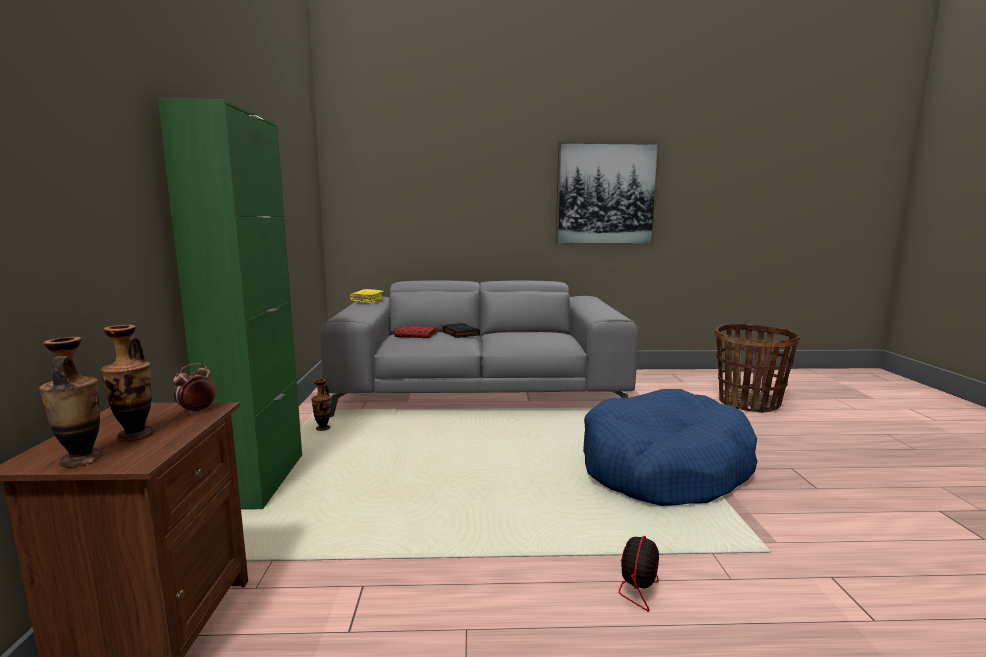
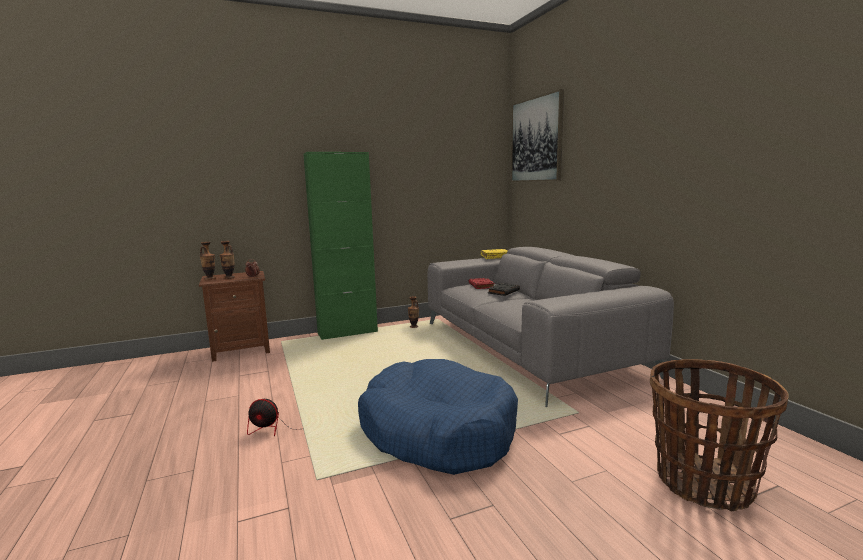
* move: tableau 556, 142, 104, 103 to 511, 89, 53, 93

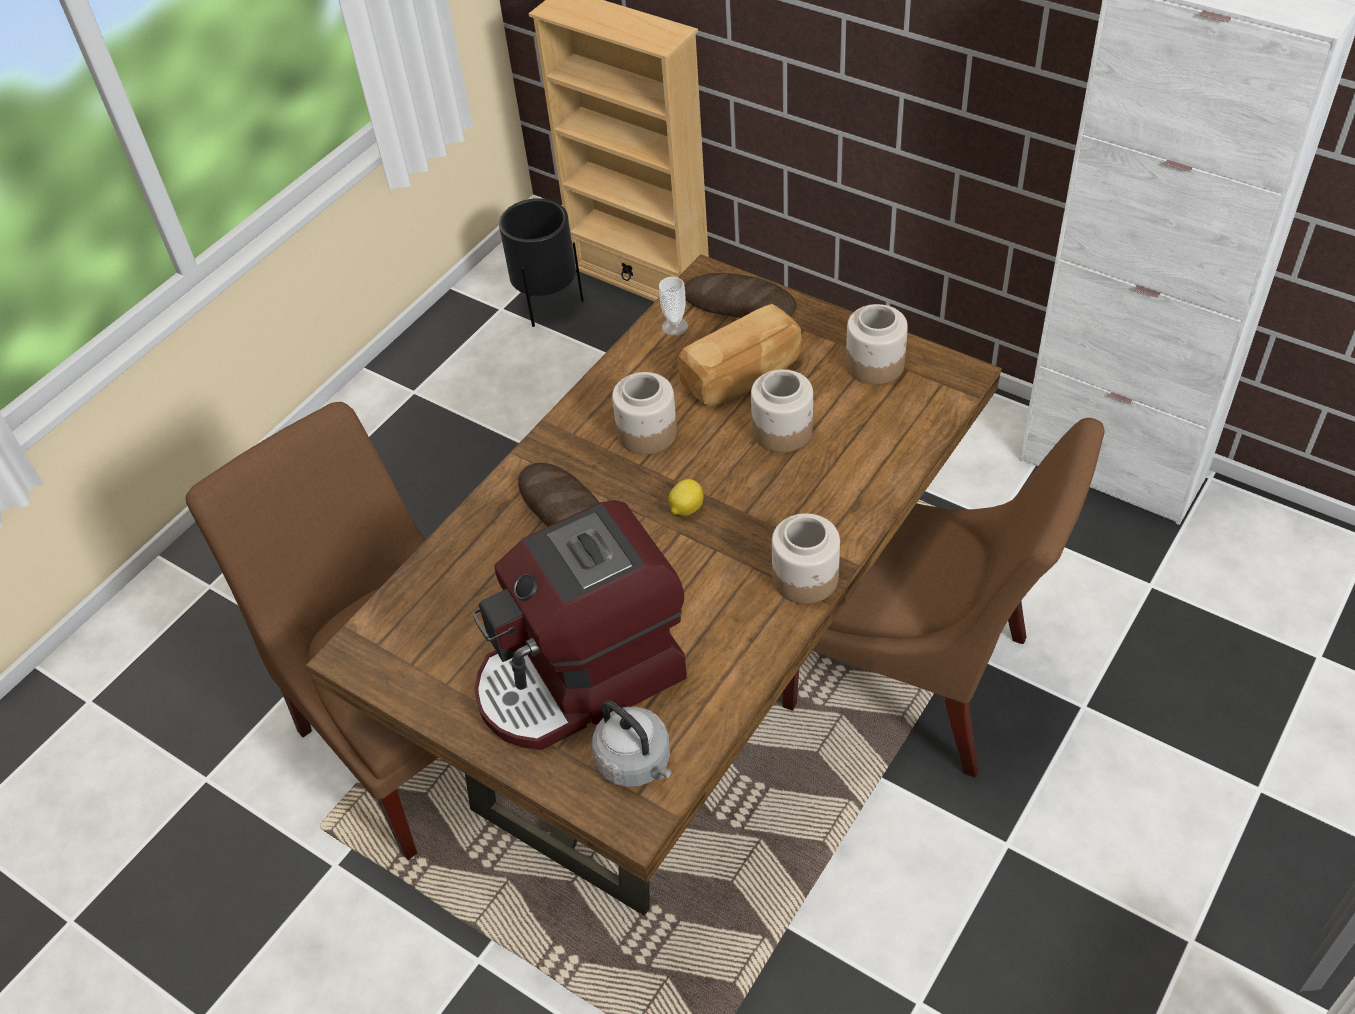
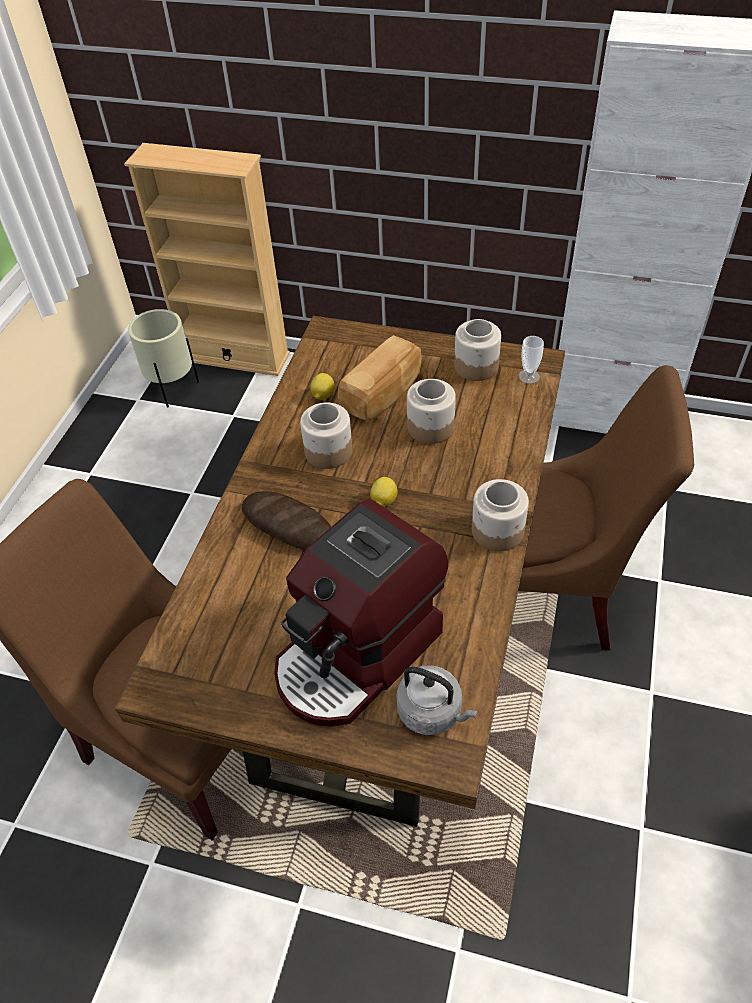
* recolor: cache-pot (noir) 499, 198, 85, 129 to cache-pot (beige) 128, 309, 71, 99
* delete: pain 685, 273, 112, 45
* move: tasse 659, 277, 29, 59 to 519, 336, 25, 48
* insert: citron 310, 373, 25, 27

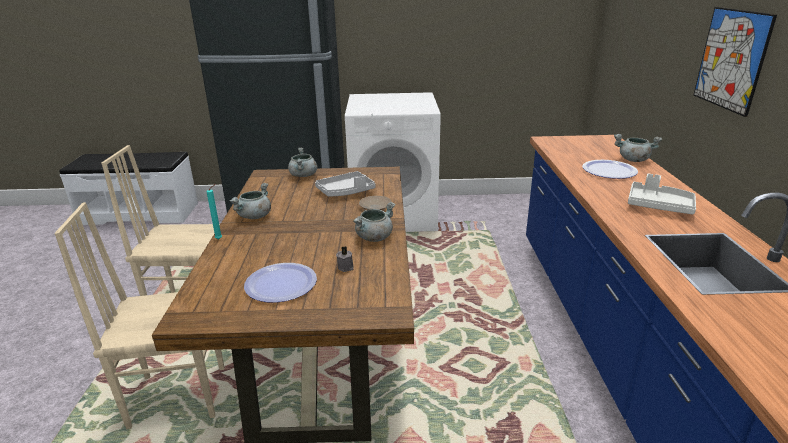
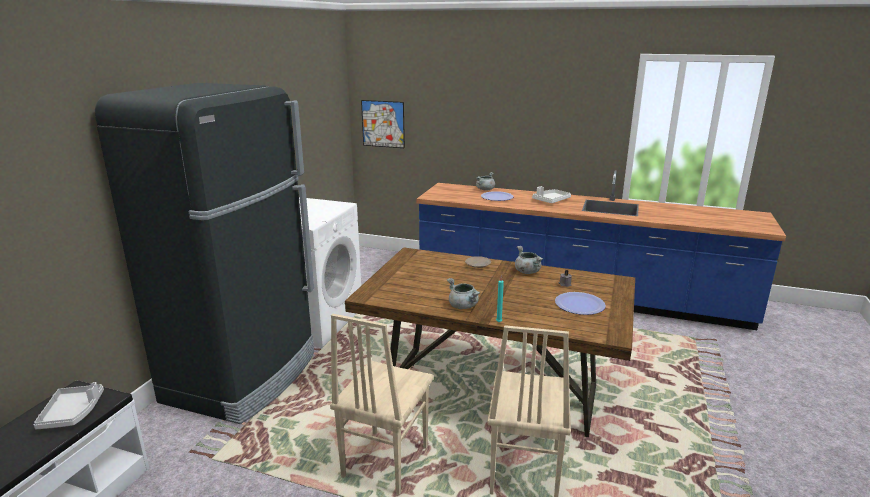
* move: tableau 694, 7, 83, 110 to 361, 100, 44, 48
* delete: marmite (gris) 288, 147, 29, 30
* move: plateau (gris) 315, 171, 60, 25 to 34, 382, 70, 47

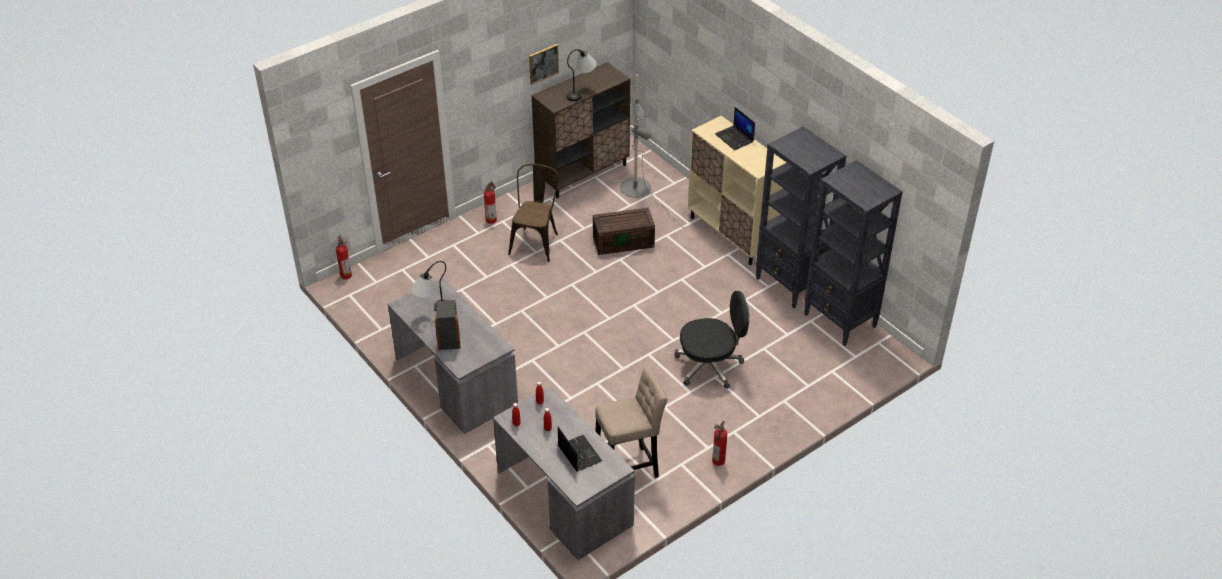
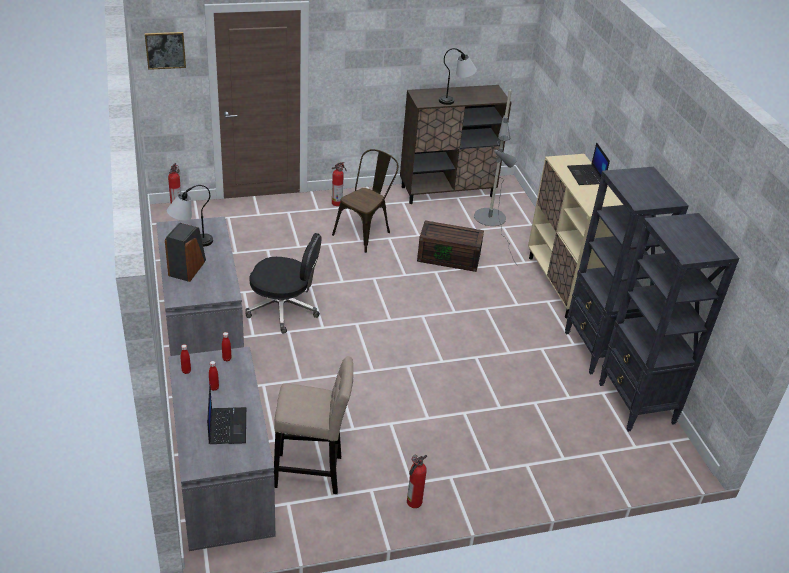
* move: tableau 529, 44, 30, 41 to 145, 32, 41, 38
* move: chaise de bureau (noir) 675, 291, 74, 98 to 245, 233, 77, 101

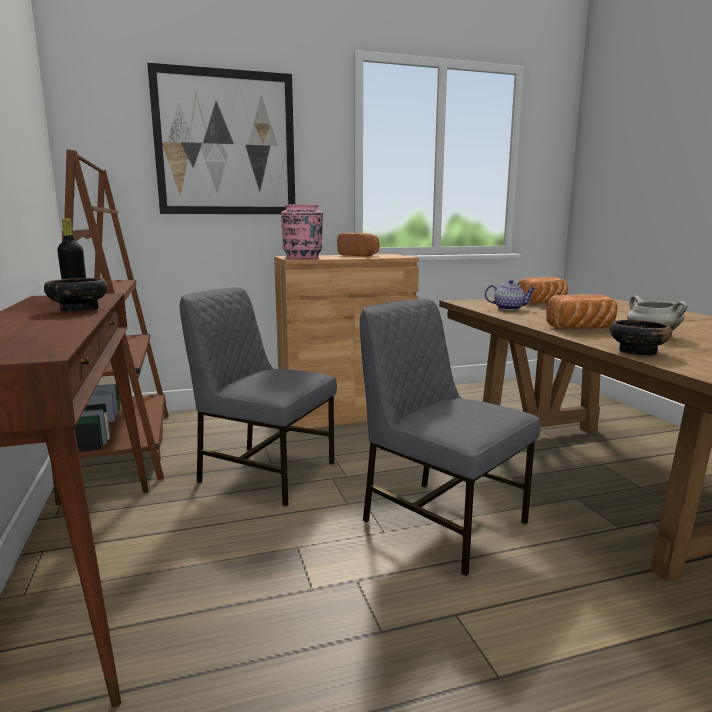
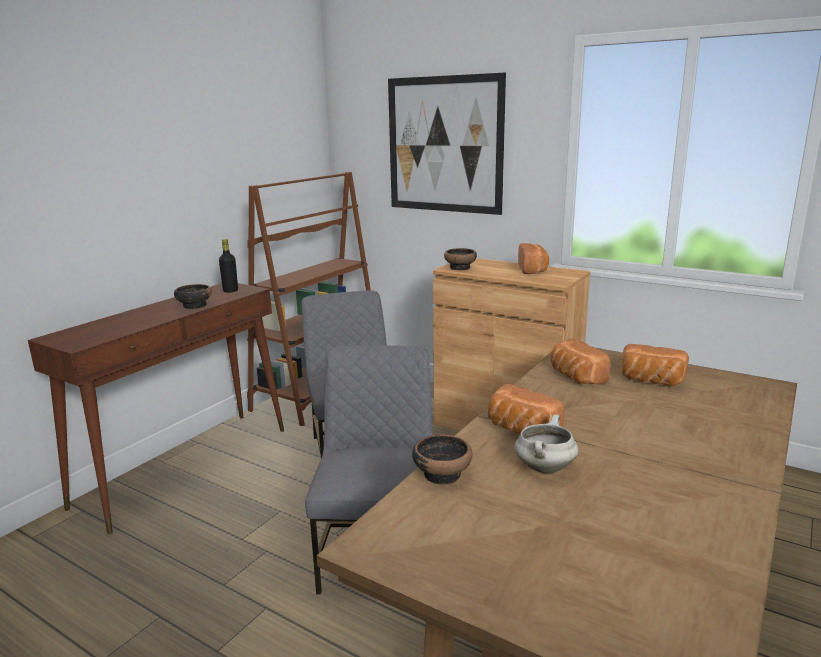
* replace: vase (rose) 281, 204, 42, 55 to bol 444, 248, 33, 22
* replace: théière 485, 280, 51, 30 to pain 550, 339, 61, 45

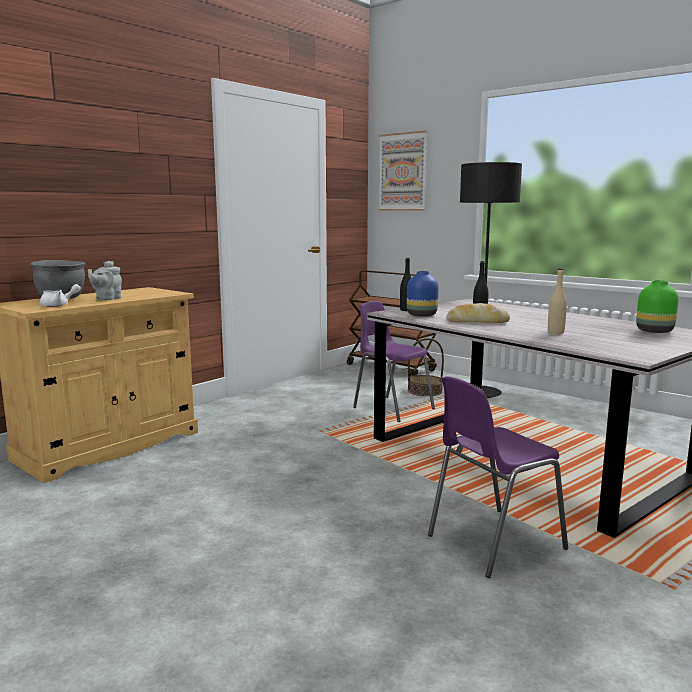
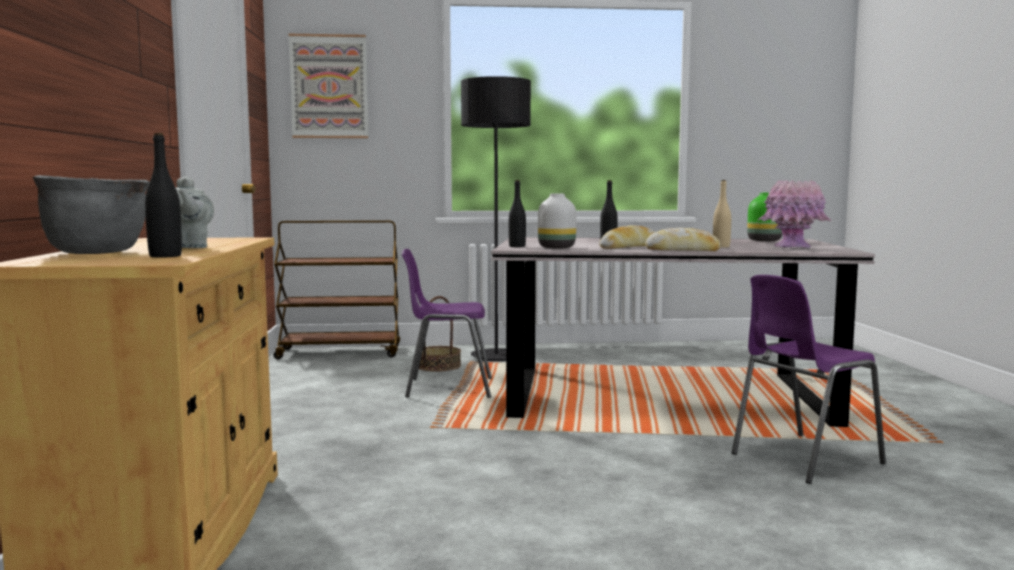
* recolor: vase (bleu) 407, 271, 31, 46 to vase (blanc) 538, 194, 38, 54
* replace: théière (blanc) 40, 284, 41, 23 to bouteille (noir) 145, 133, 37, 125
* rotate: chaise (violet) 428, 376, 140, 202 = 732, 275, 154, 209 45 degrees clockwise
* insert: vase (rose) 758, 180, 73, 68
* insert: pain 645, 228, 76, 23

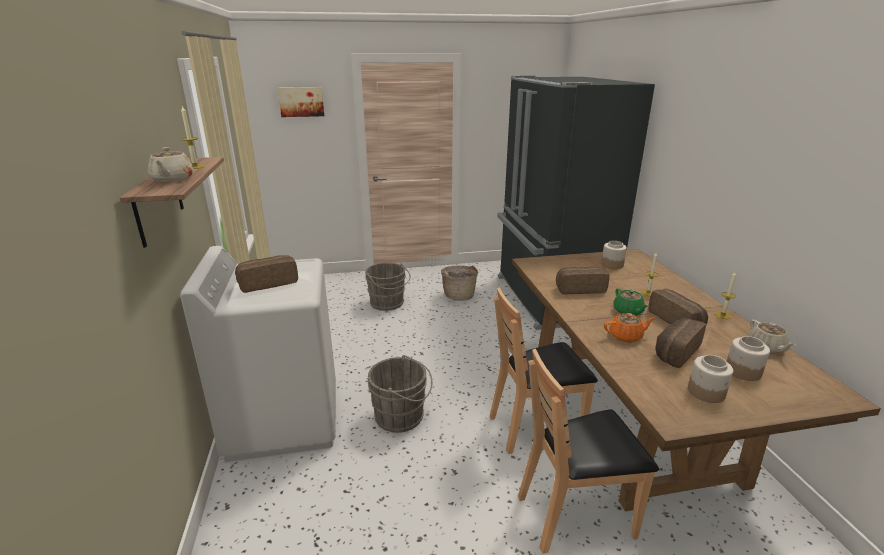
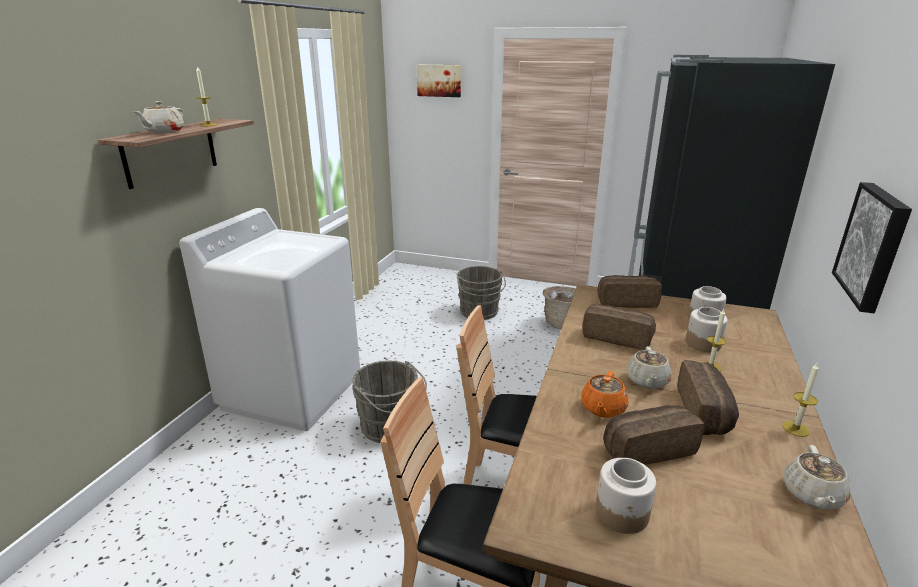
* move: pain 235, 255, 63, 38 to 597, 275, 65, 33
* recolor: théière (vert) 613, 289, 35, 27 to théière (beige) 627, 346, 45, 43
* rotate: théière (orange) 604, 313, 52, 29 = 581, 371, 47, 47 90 degrees clockwise
* move: bocal 727, 336, 43, 45 to 686, 307, 42, 45
* insert: tableau 832, 182, 80, 131

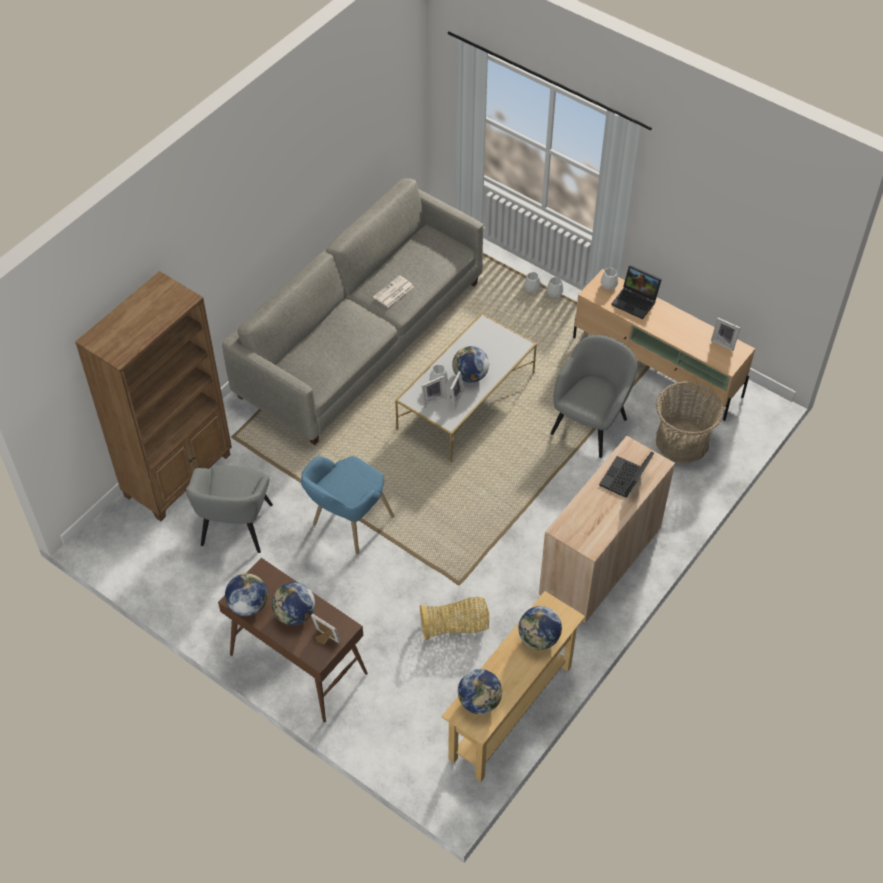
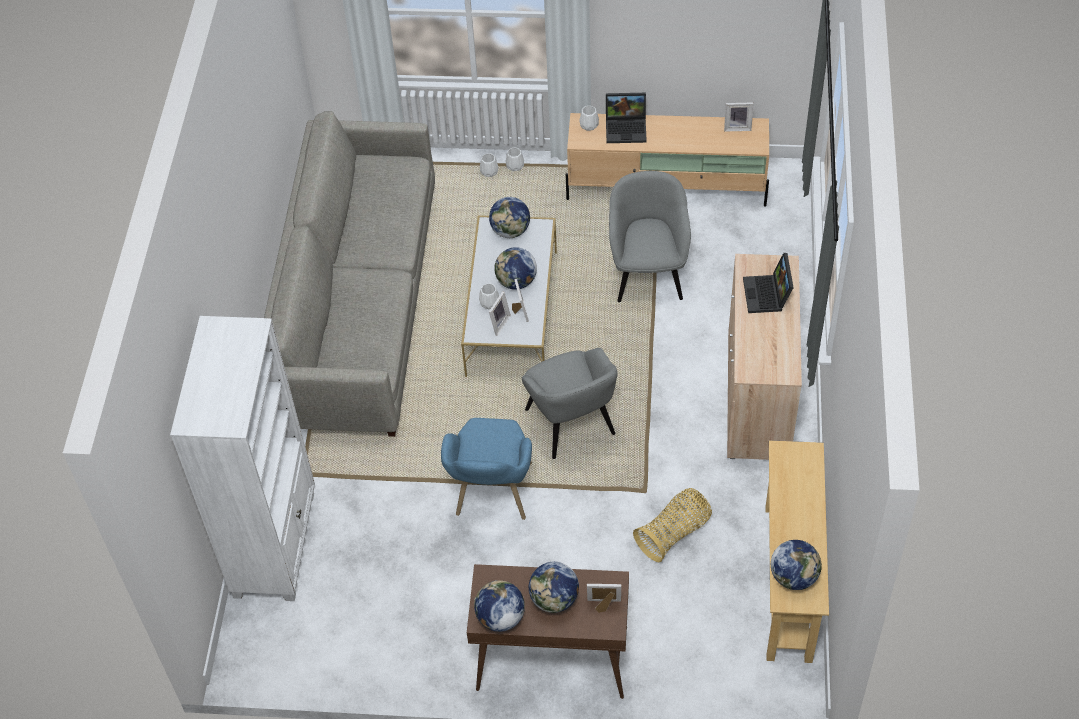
* recolor: bibliothèque (marron) 75, 271, 157, 250 to bibliothèque (blanc) 170, 316, 145, 285
* delete: journal 373, 275, 41, 32
* delete: panier 656, 381, 68, 82
* move: fauteuil (gris) 186, 465, 87, 88 to 522, 348, 96, 111
* move: globe 518, 606, 44, 44 to 489, 197, 41, 41

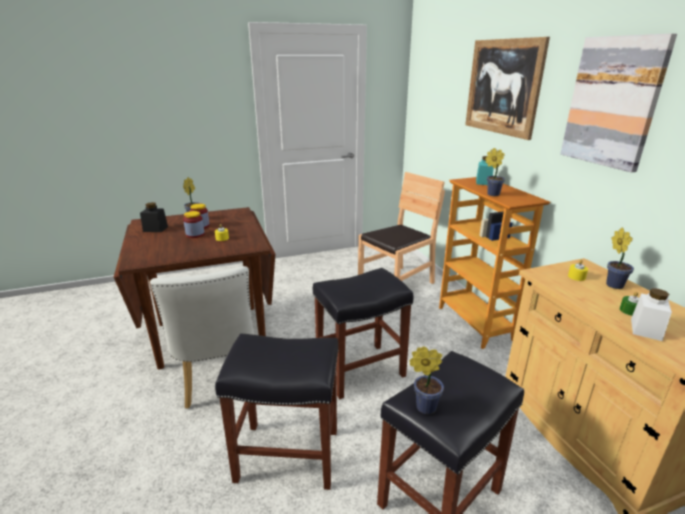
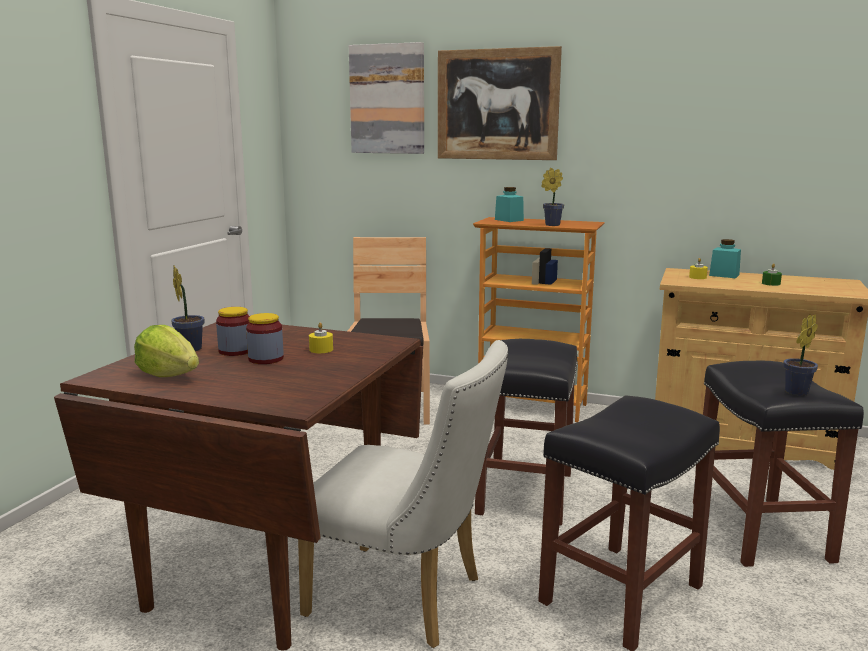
* move: tableau 560, 33, 117, 140 to 349, 42, 75, 112
* replace: bocal (noir) 140, 202, 28, 30 to laitue 134, 325, 65, 52
* replace: plante en pot 606, 228, 28, 61 to bocal (turquoise) 709, 239, 32, 39
* delete: bocal (blanc) 631, 288, 41, 53

